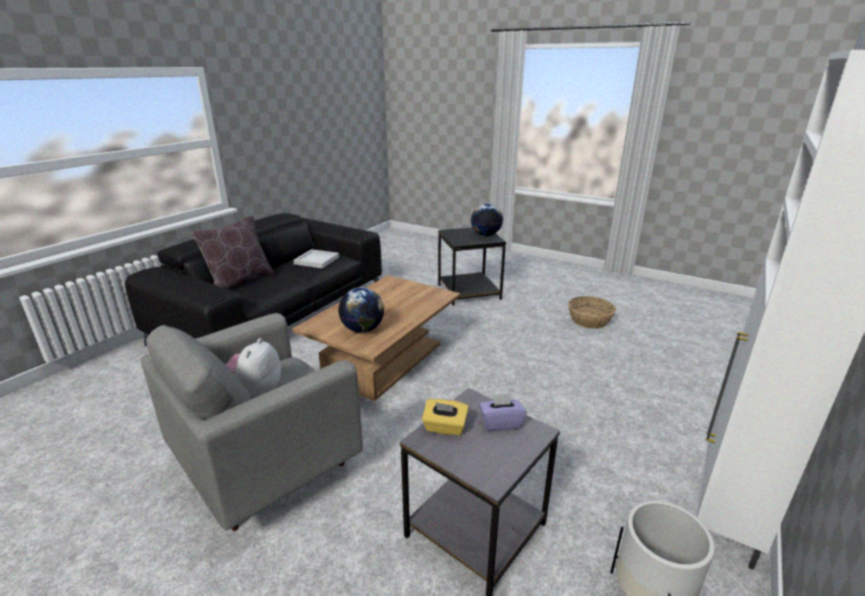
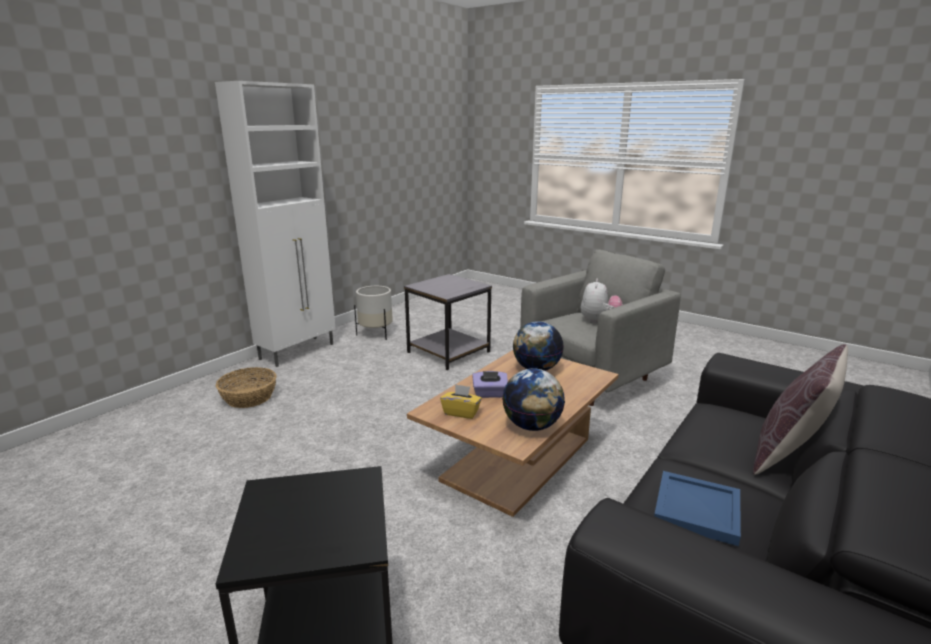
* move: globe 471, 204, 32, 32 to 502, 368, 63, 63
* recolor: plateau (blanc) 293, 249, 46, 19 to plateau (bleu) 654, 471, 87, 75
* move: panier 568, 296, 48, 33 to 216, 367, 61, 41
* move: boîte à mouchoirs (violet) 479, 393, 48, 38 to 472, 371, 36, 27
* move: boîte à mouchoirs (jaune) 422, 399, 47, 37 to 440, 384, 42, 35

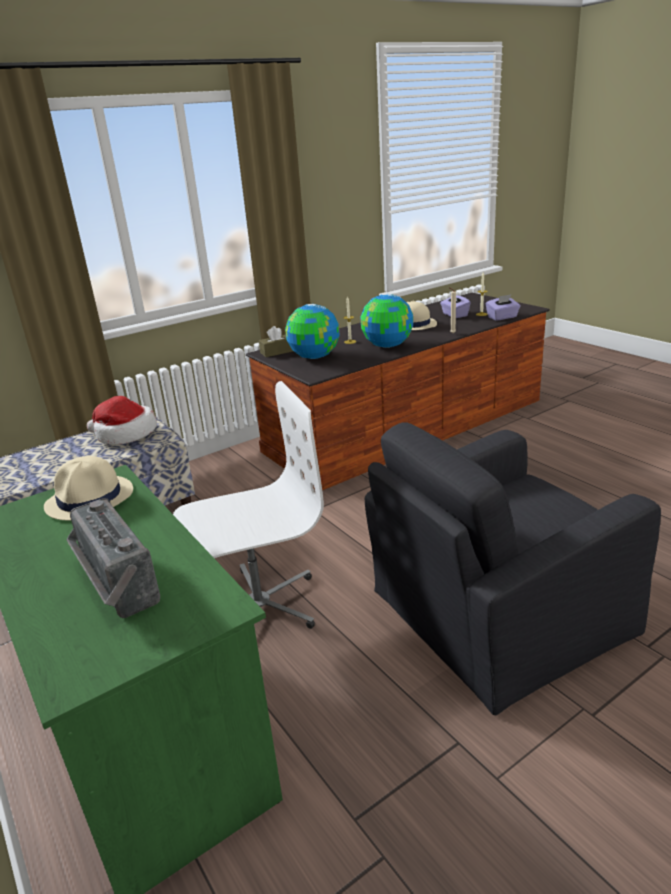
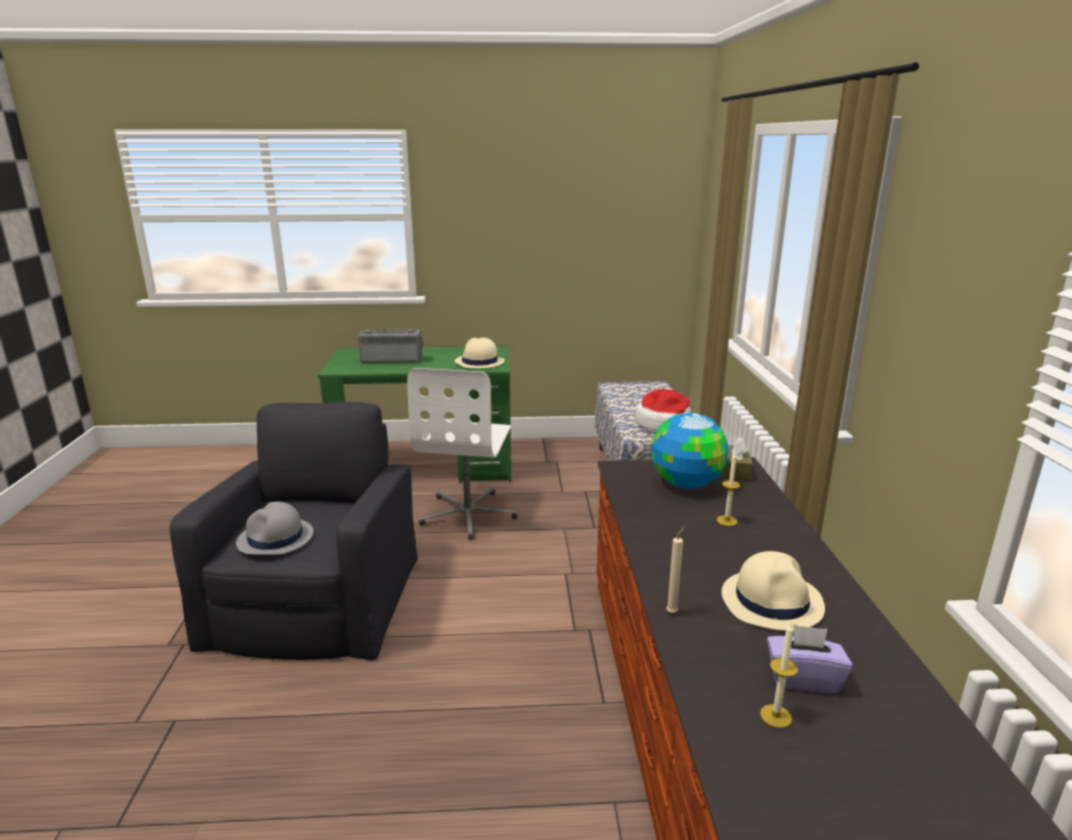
* delete: globe 361, 294, 52, 54
* delete: boîte à mouchoirs (violet) 486, 294, 35, 27
* insert: chapeau (gris) 236, 502, 78, 53

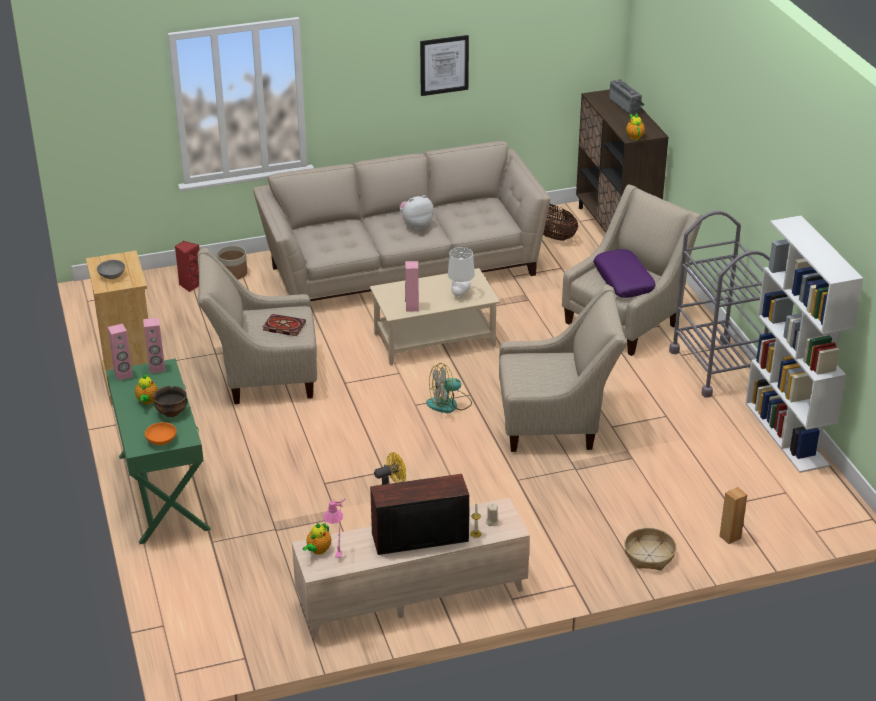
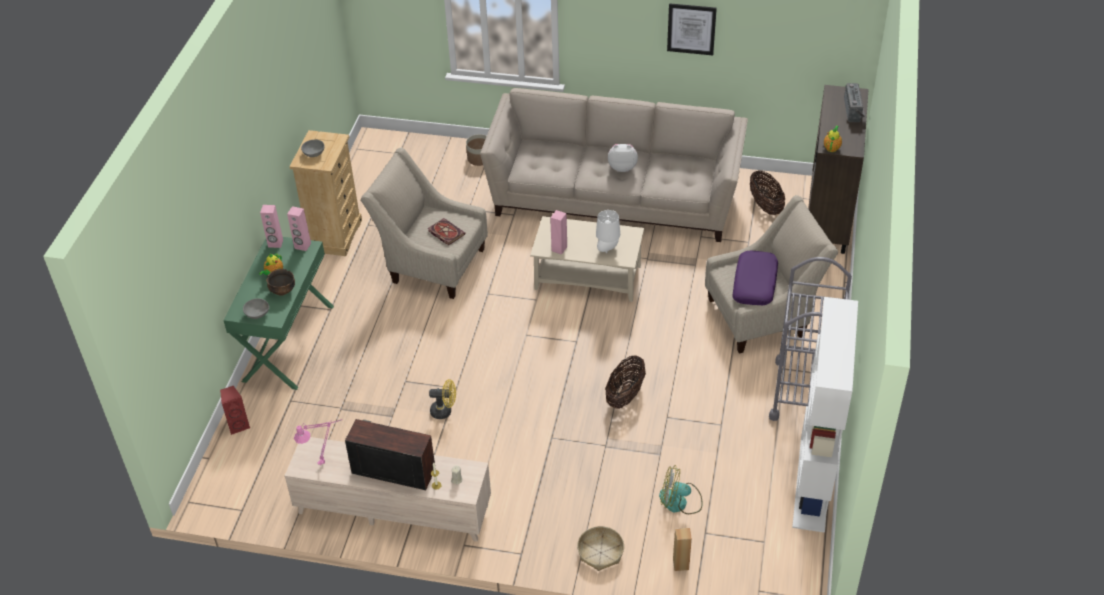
* move: enceinte (rouge) 175, 241, 24, 51 to 220, 386, 30, 49
* replace: fauteuil (beige) 499, 285, 128, 167 to panier 605, 355, 41, 54
* move: ventilateur 426, 363, 46, 50 to 659, 465, 44, 49
* recolor: bol (orange) 145, 422, 32, 23 to bol (gris) 243, 298, 26, 21
* delete: théière 303, 523, 28, 31

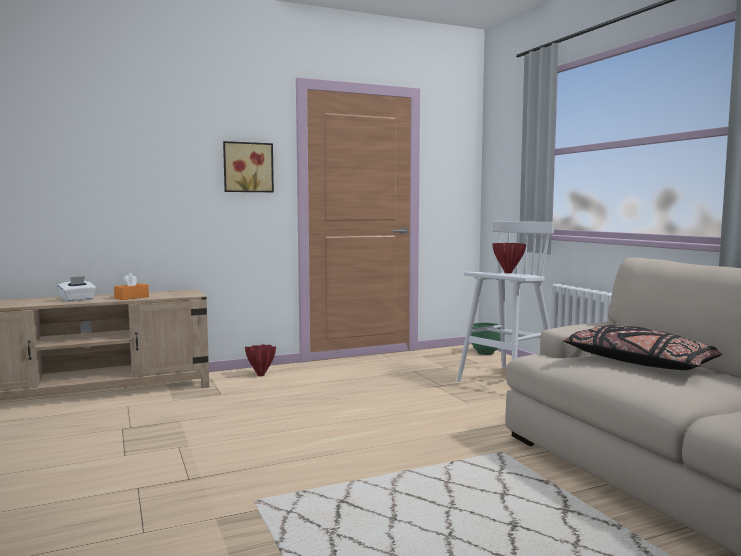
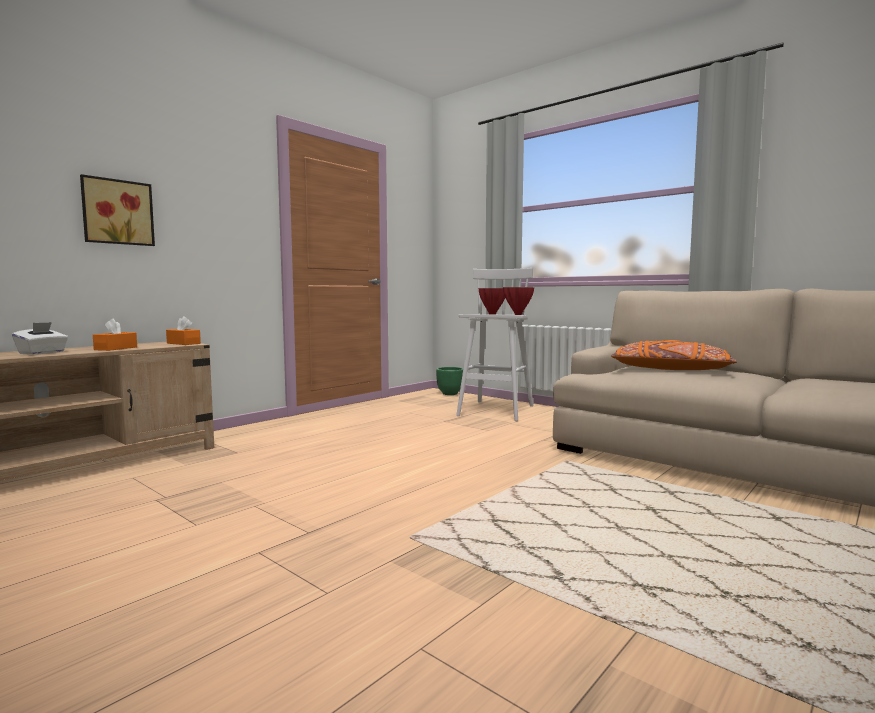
* move: tableau 223, 141, 51, 51 to 80, 174, 75, 72
* recolor: coussin (noir) 563, 325, 159, 45 to coussin (orange) 611, 340, 126, 30
* move: vase (rouge) 245, 344, 31, 32 to 503, 287, 31, 28
* insert: boîte à mouchoirs (orange) 166, 316, 35, 29

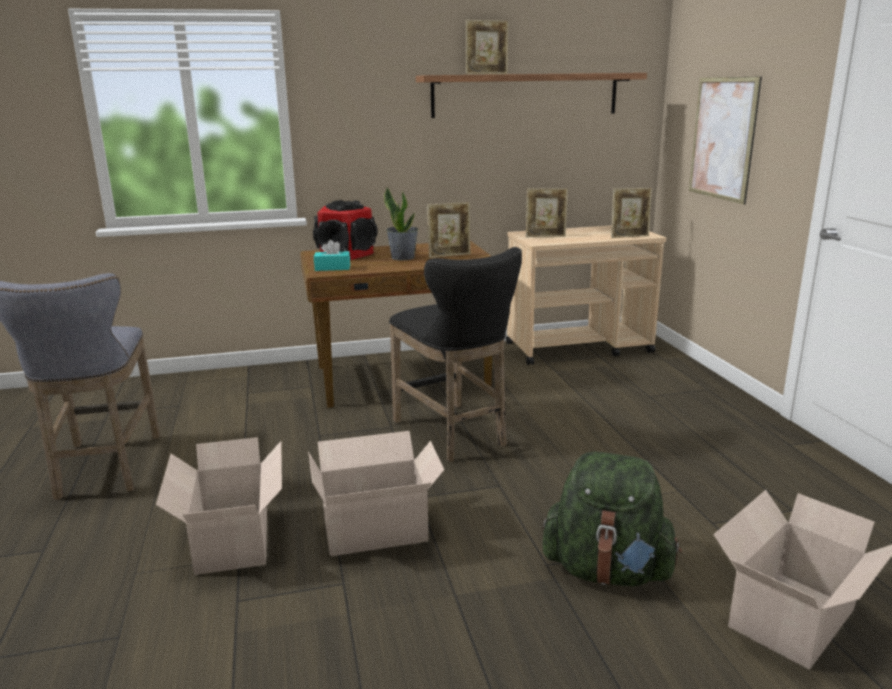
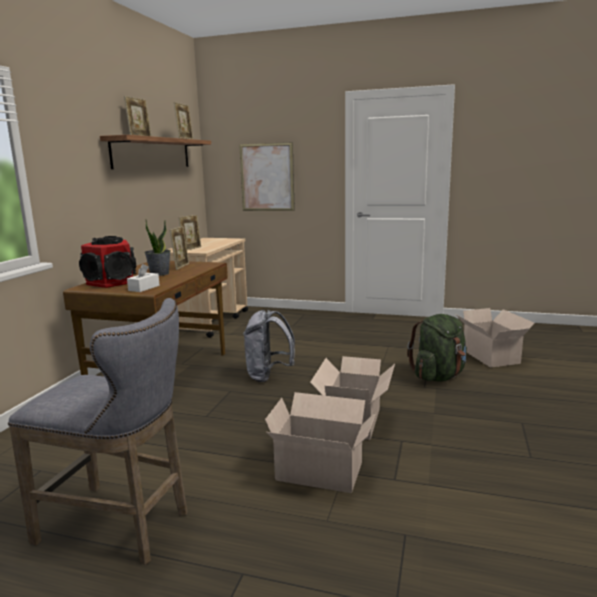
* move: cadre photo 611, 188, 41, 50 to 174, 102, 19, 37
* recolor: boîte à mouchoirs (turquoise) 314, 240, 36, 31 to boîte à mouchoirs (blanc) 127, 264, 33, 28
* replace: tabouret (noir) 389, 247, 133, 215 to sac à dos (gris) 243, 310, 52, 72

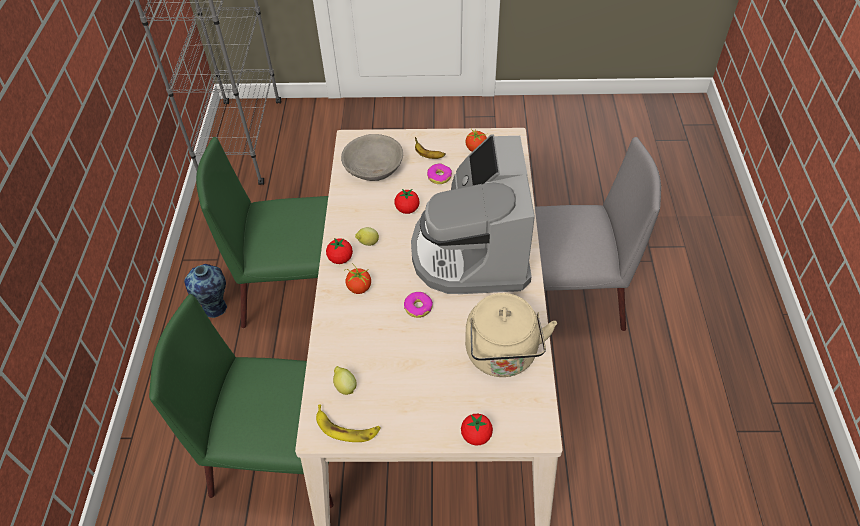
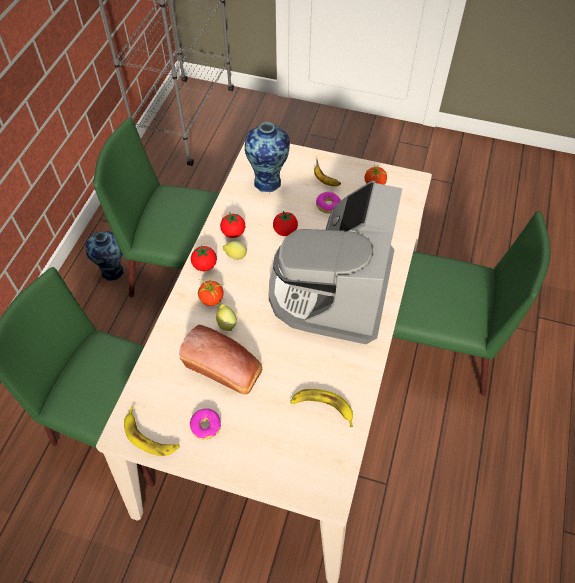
* replace: bol (gris) 341, 134, 62, 47 to vase 245, 122, 45, 70
* recolor: chaise (gris) 535, 137, 126, 194 to chaise (vert) 392, 211, 159, 185
* move: beignet 404, 292, 29, 26 to 190, 409, 31, 31
* replace: bouilloire (beige) 465, 293, 92, 84 to banane 290, 389, 63, 38
* move: citron 333, 366, 24, 29 to 216, 303, 21, 28
* move: tomate 461, 414, 32, 32 to 220, 213, 25, 25
* insert: pain 179, 325, 83, 69

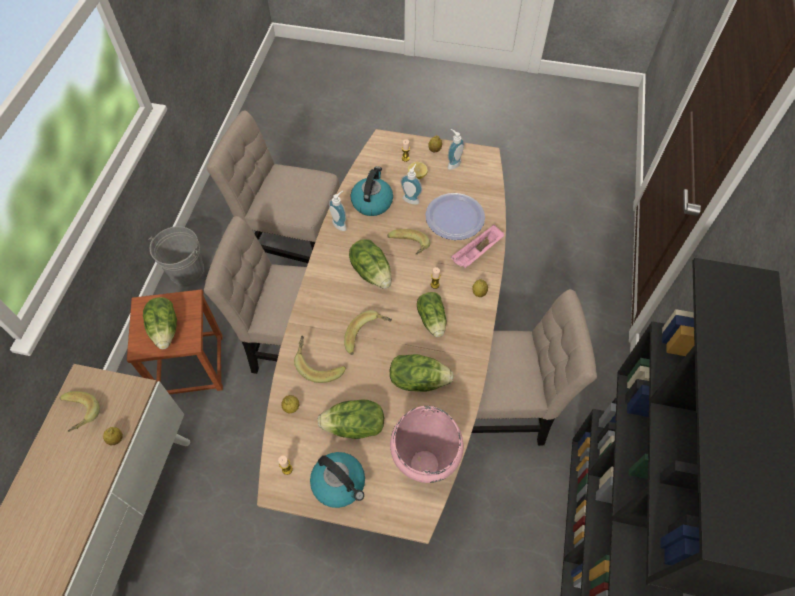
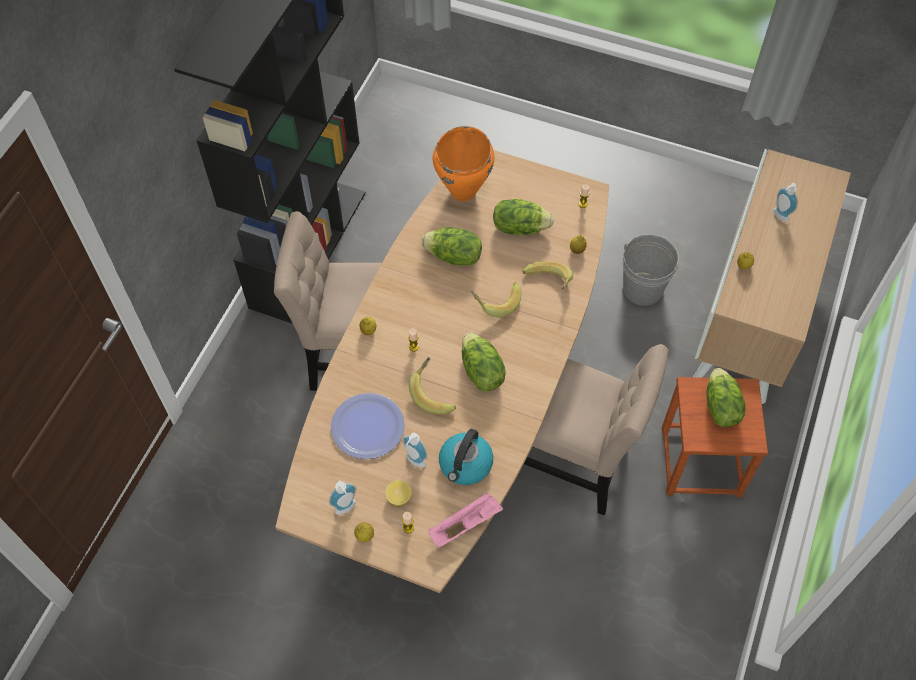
* delete: chaise (beige) 207, 110, 133, 153
* move: distributeur de savon 329, 191, 18, 40 to 773, 183, 25, 39
* move: plateau (rose) 451, 225, 53, 43 to 429, 492, 74, 56
* move: seau (gris) 148, 226, 56, 61 to 623, 234, 59, 72
* delete: laitue 417, 292, 29, 45
* delete: banane 60, 391, 40, 41
* recolor: marmite (rose) 390, 406, 74, 77 to marmite (orange) 433, 126, 61, 76
* delete: bouilloire 310, 452, 55, 56

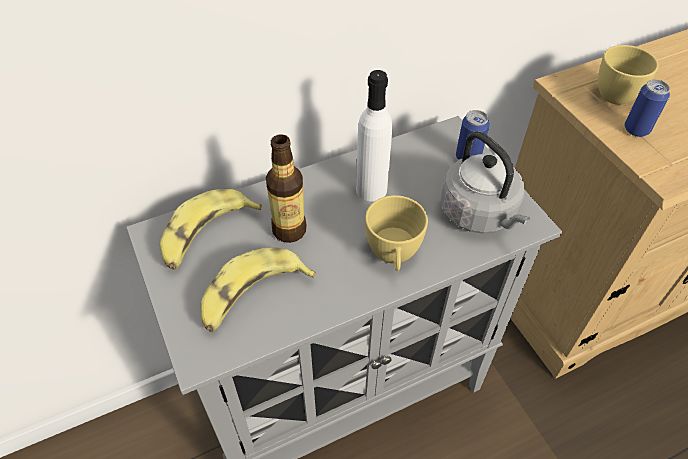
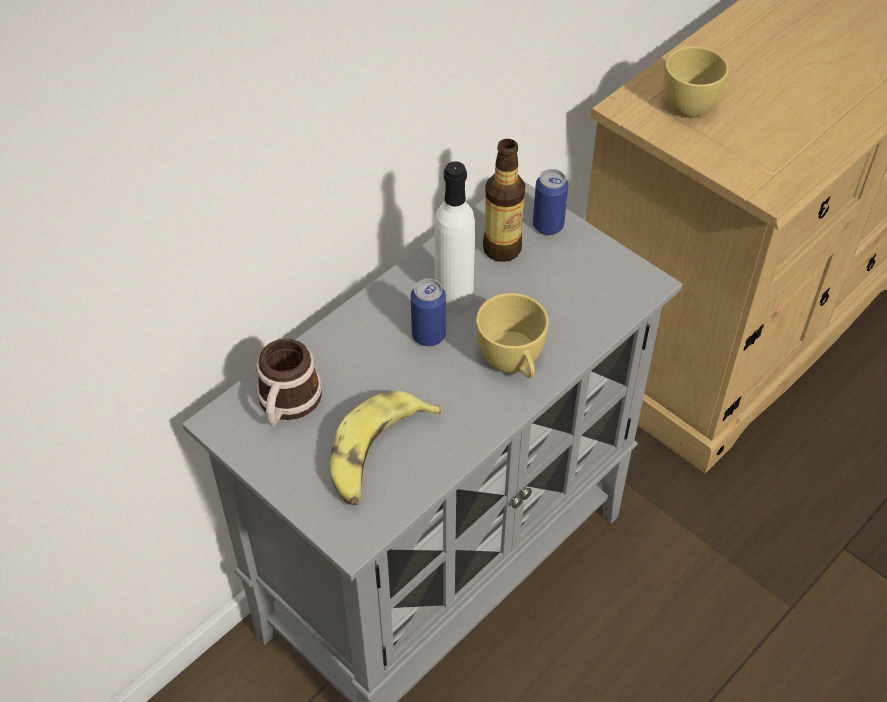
* move: boîte métallique 625, 79, 45, 58 to 411, 279, 35, 68
* delete: bouilloire (gris) 441, 132, 89, 102
* move: bouteille 266, 134, 40, 109 to 483, 139, 42, 123
* replace: banane 160, 189, 102, 81 to mug 256, 339, 66, 87

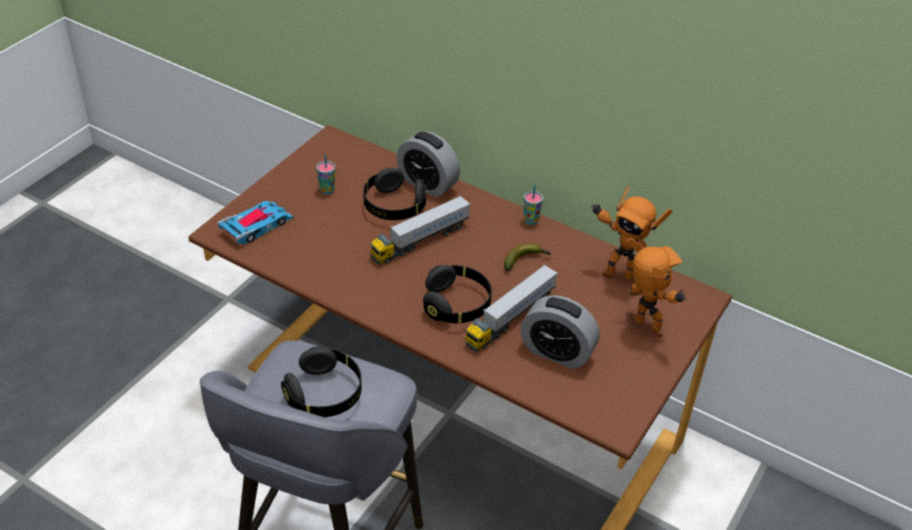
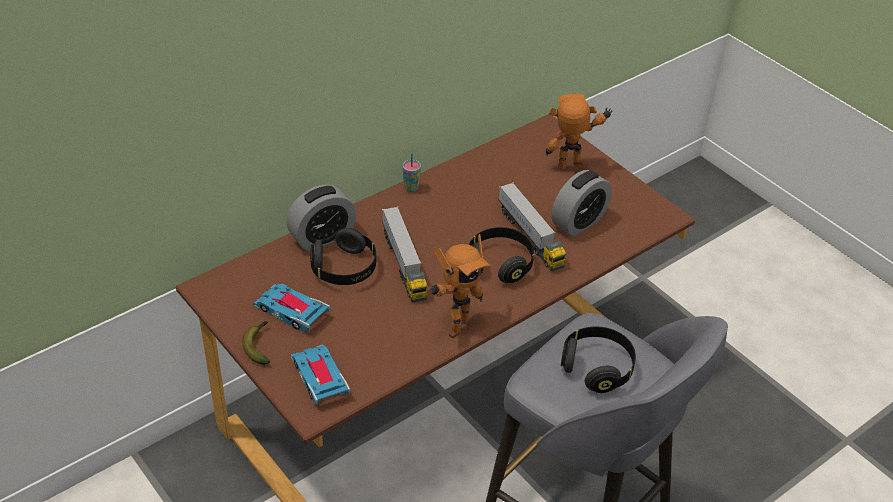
* replace: tasse 317, 154, 18, 40 to petite voiture 253, 284, 77, 47
* move: robot jouet 590, 186, 83, 93 to 430, 234, 61, 104
* move: banane 504, 243, 47, 28 to 242, 321, 28, 44

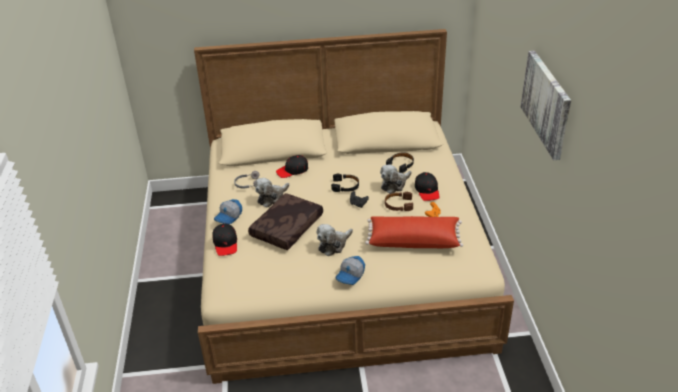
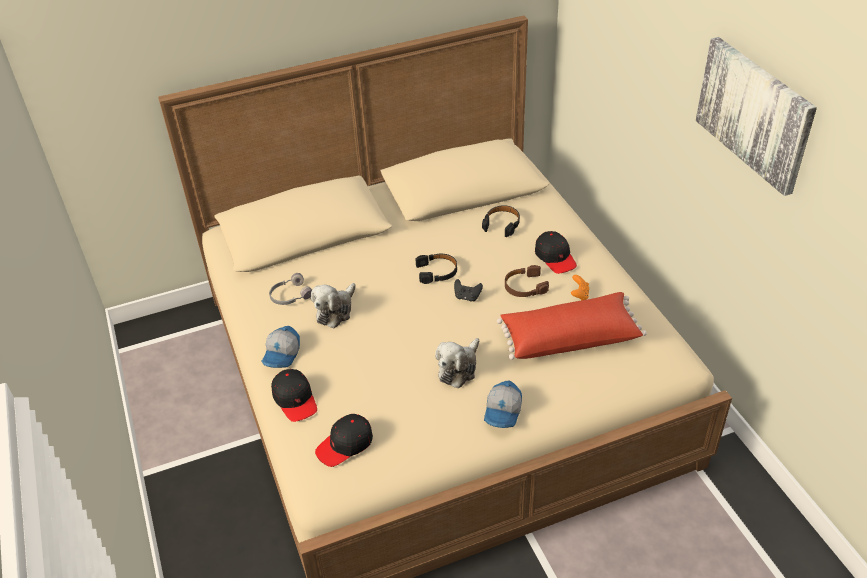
* move: casquette (noir) 276, 155, 32, 23 to 315, 414, 58, 53
* delete: peluche 380, 165, 32, 28
* delete: coussin (marron) 248, 193, 75, 57

